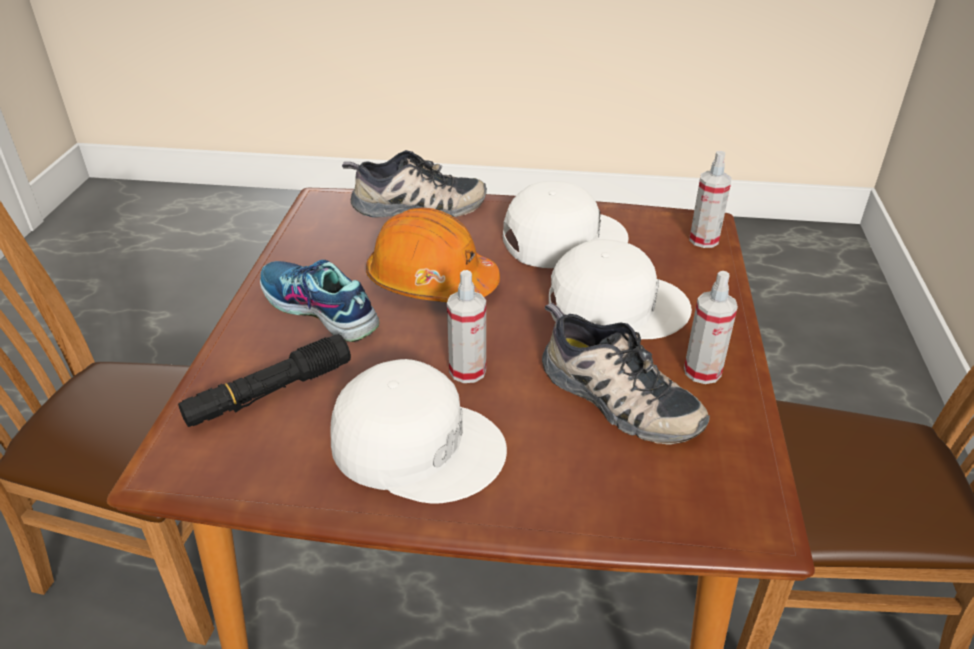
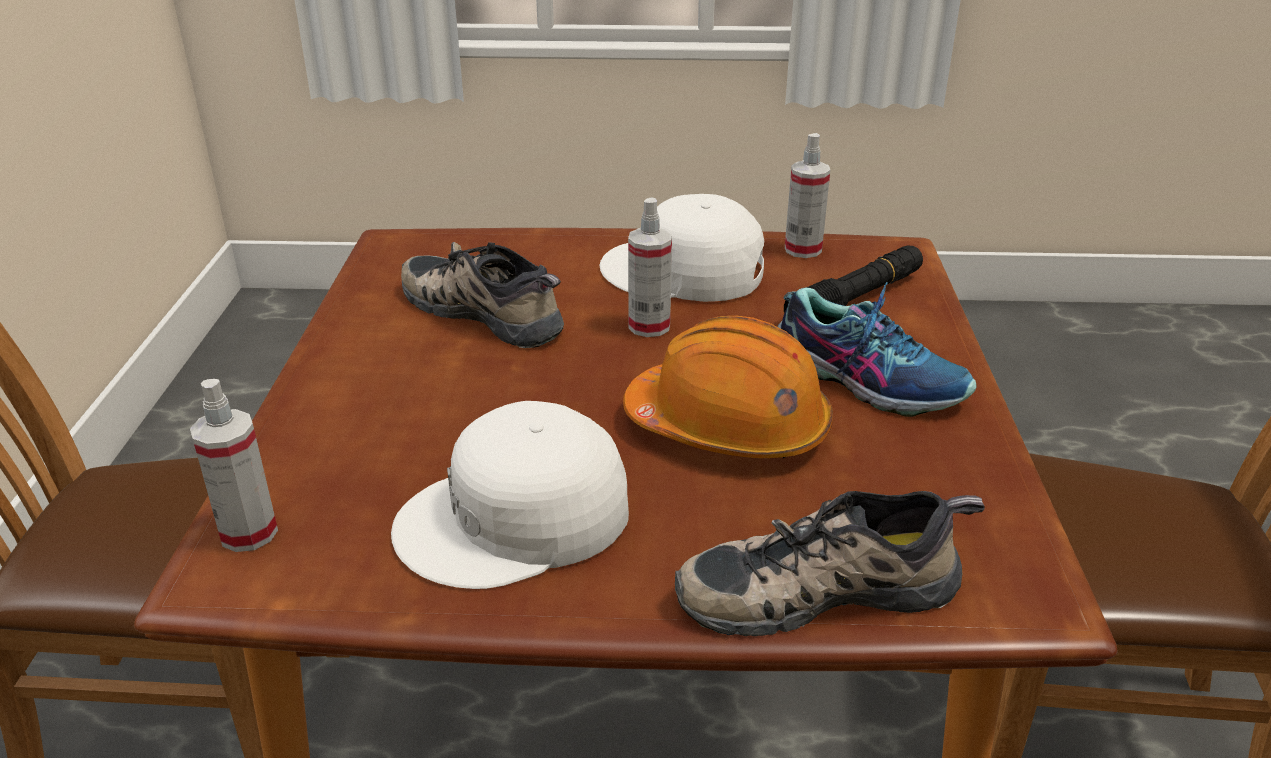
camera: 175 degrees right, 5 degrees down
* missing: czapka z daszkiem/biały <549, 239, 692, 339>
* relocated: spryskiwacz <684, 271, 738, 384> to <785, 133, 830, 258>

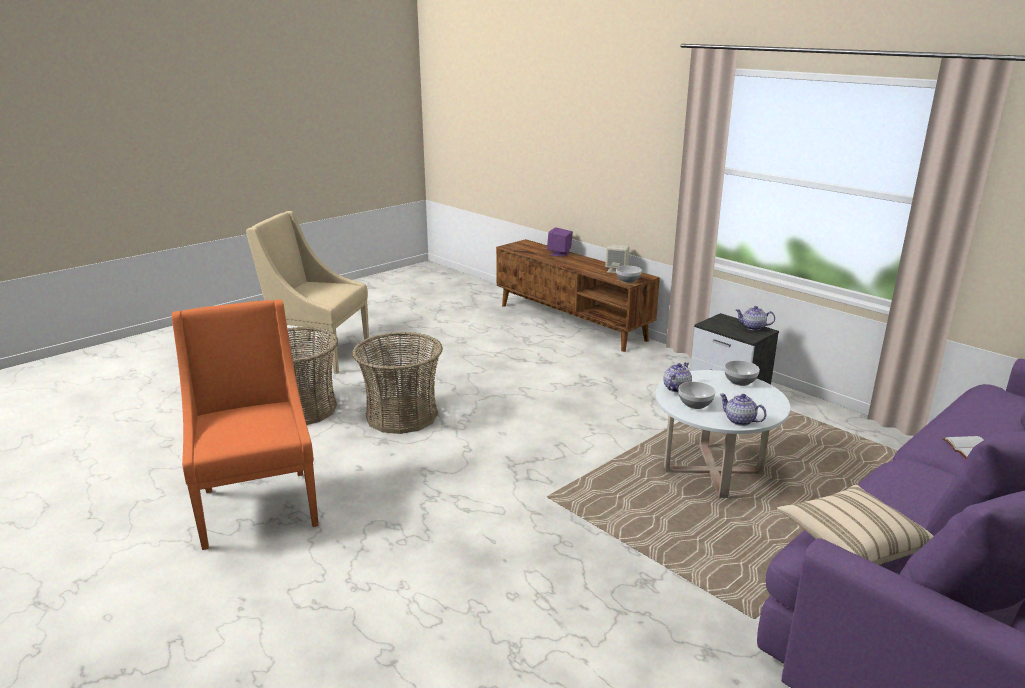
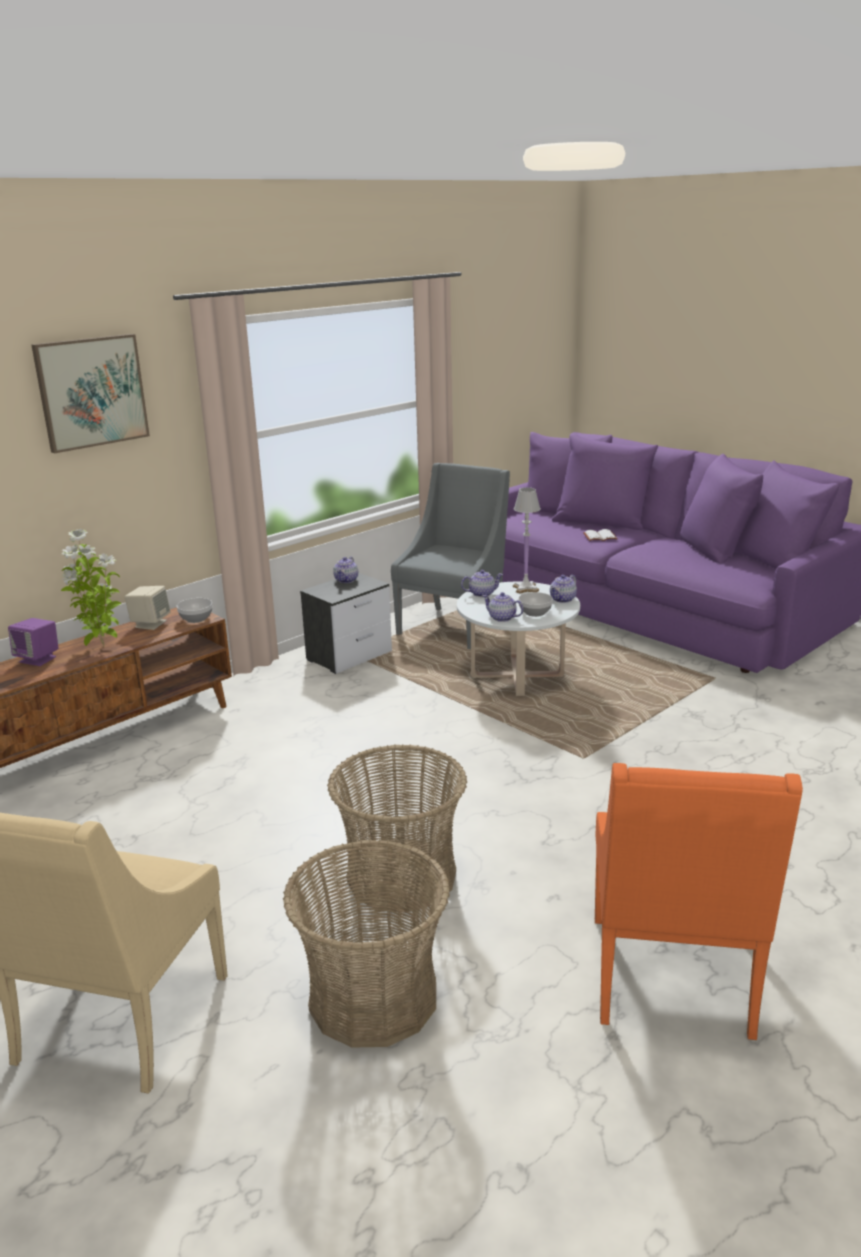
camera: 90 degrees left, 0 degrees up
* spun: fotel/pomarańczowy <172, 299, 319, 550> = <595, 763, 803, 1040> 60 degrees counterclockwise
* exchanged: miska <724, 360, 760, 386> to imbryk <461, 570, 503, 597>
* missing: poduszka/beżowy <777, 485, 933, 565>
* appeared: obraz <31, 334, 150, 453>
* appeared: fotel/szary <391, 463, 510, 649>
* appeared: lampa stołowa/biały <513, 487, 541, 594>
* appeared: roślina doniczkowa <61, 529, 121, 646>

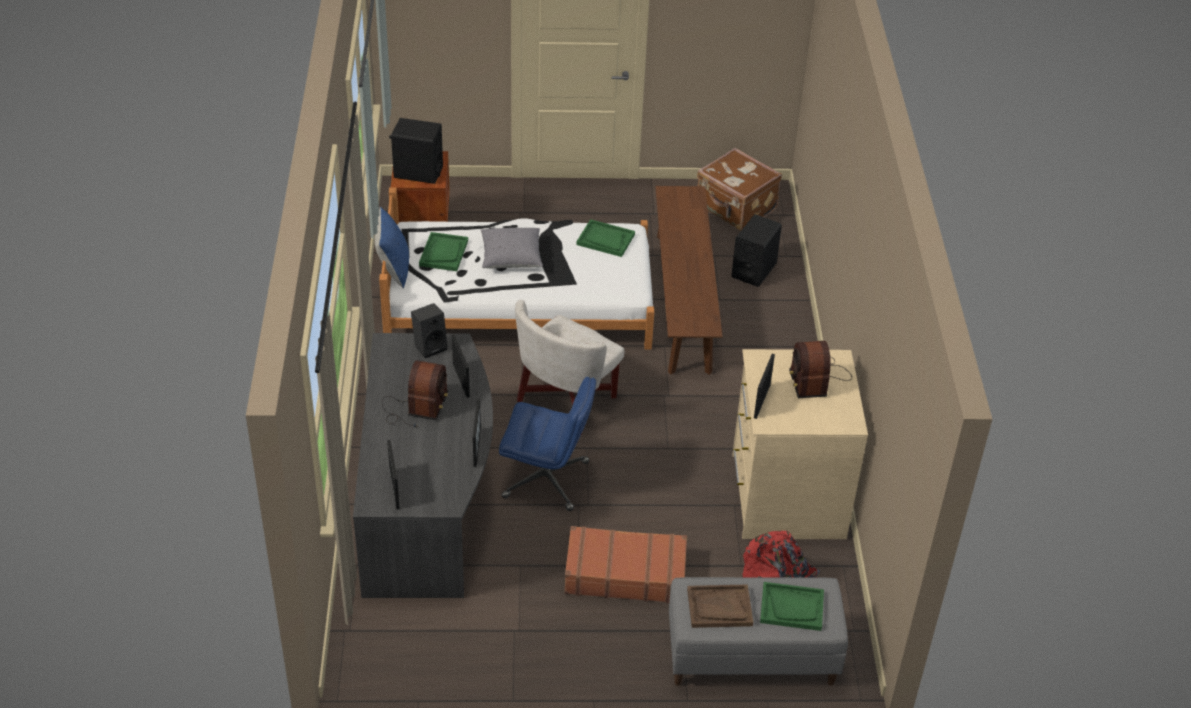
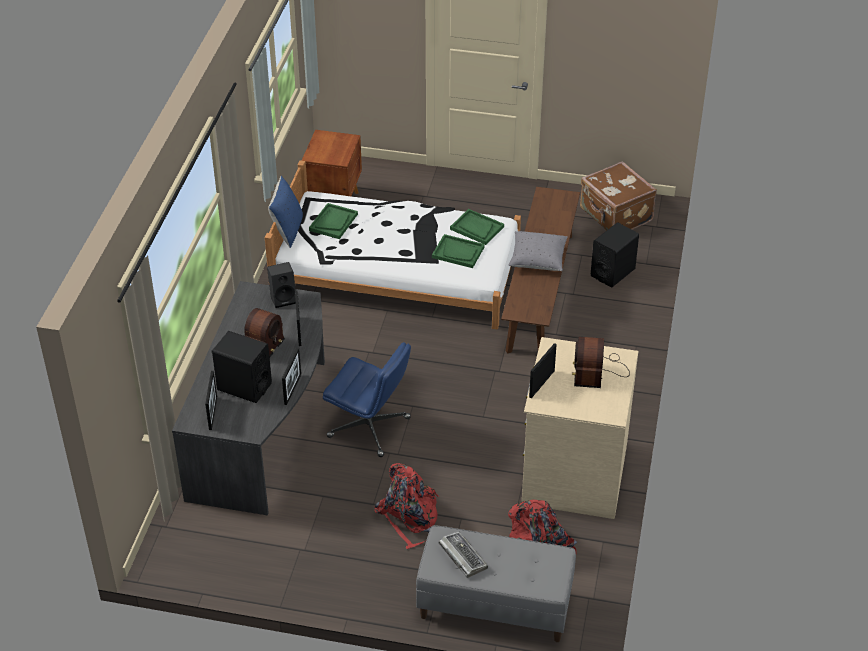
camera: 15 degrees right, 0 degrees up
* relocated: głośnik/czarny <389, 118, 443, 184> to <212, 331, 272, 403>
* relocated: poduszka/szary <481, 228, 543, 269> to <509, 231, 568, 271>
* missing: fotel/biały <515, 300, 625, 435>
* exchanged: walizka/brązowy <564, 526, 687, 603> to plecak/czerwony <374, 463, 439, 549>
* relocated: taca/zielony <760, 582, 824, 631> to <432, 234, 485, 268>
* exchanged: taca/brązowy <687, 585, 753, 628> to klawiatura <439, 532, 488, 578>

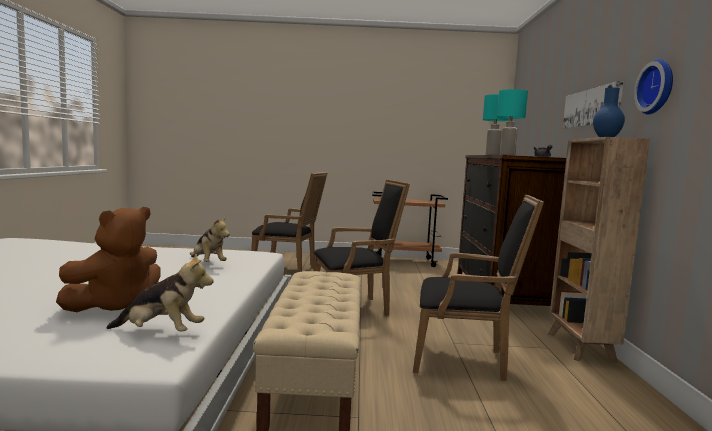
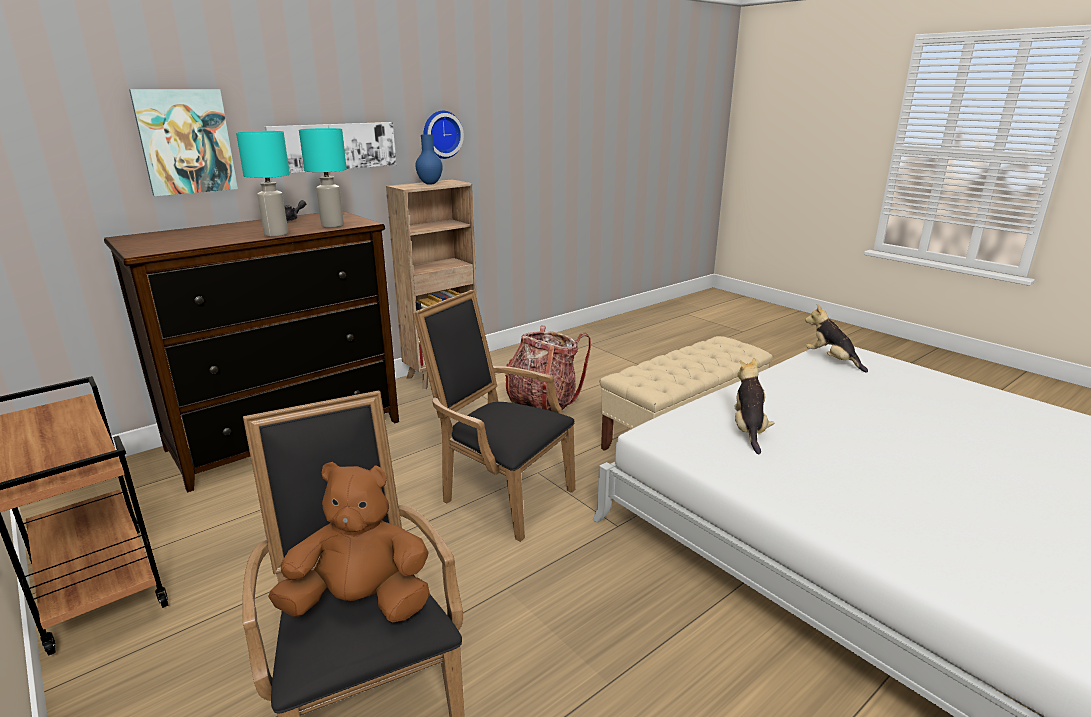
camera: 130 degrees left, 15 degrees up
* exchanged: fotel/czarny <413, 194, 544, 381> to plecak <505, 326, 591, 411>
* relocated: pluszak/brązowy <56, 207, 160, 312> to <268, 462, 430, 623>
* appeared: obraz <129, 89, 238, 196>

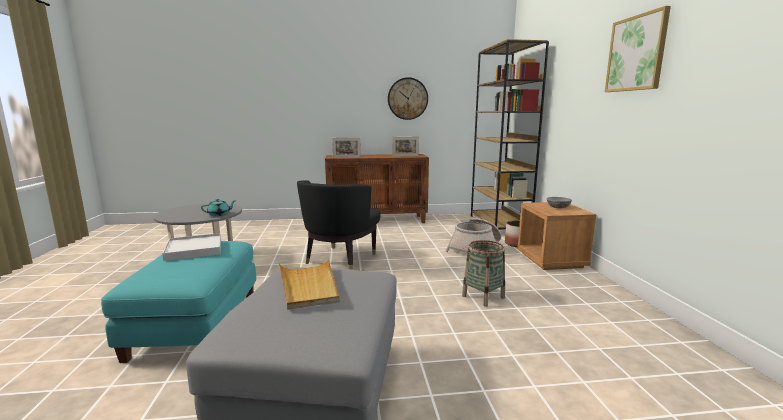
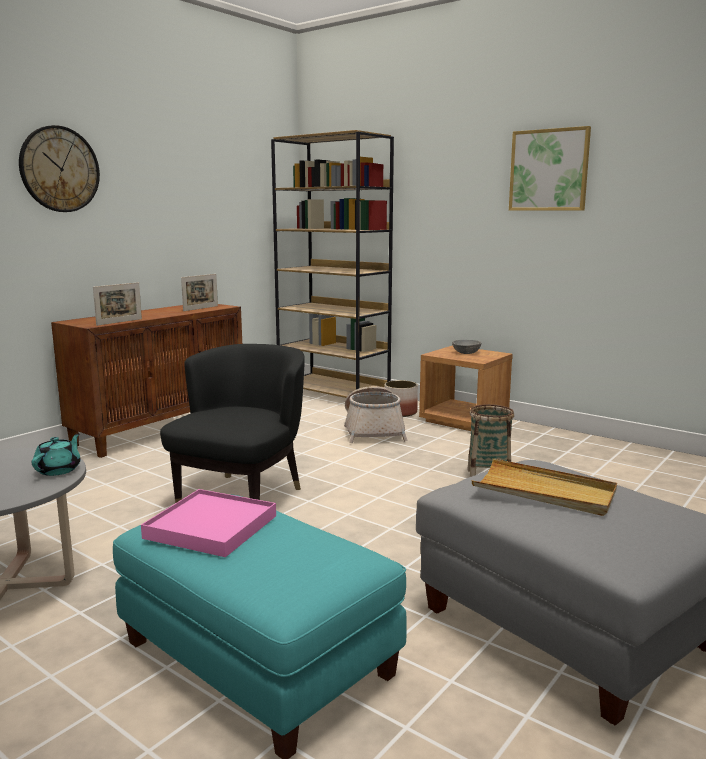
camera: 45 degrees left, 0 degrees up
* relocated: zegar ścienny <388, 77, 428, 120> to <19, 125, 100, 212>
* spun: fotel/czarny <297, 180, 381, 270> = <160, 344, 305, 503> 135 degrees counterclockwise
* colour: taca/biały <162, 233, 221, 261> to taca/różowy <141, 489, 276, 557>

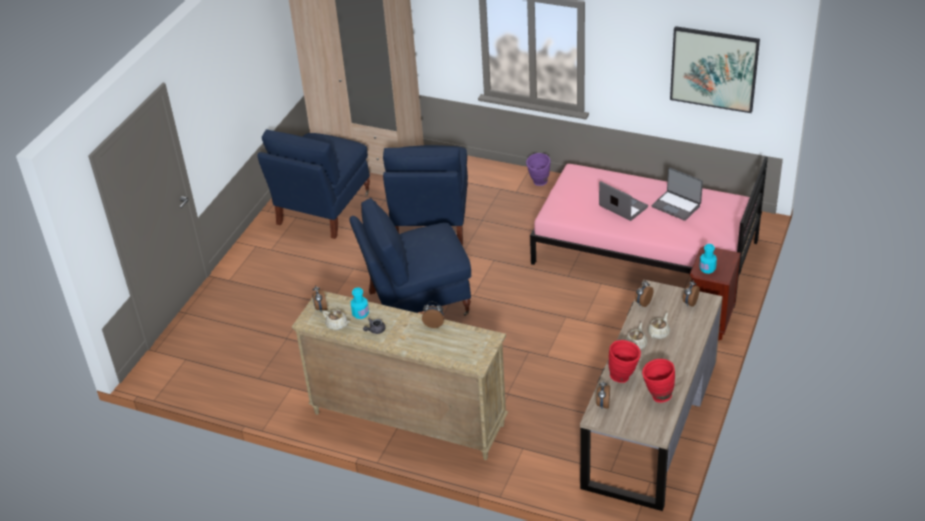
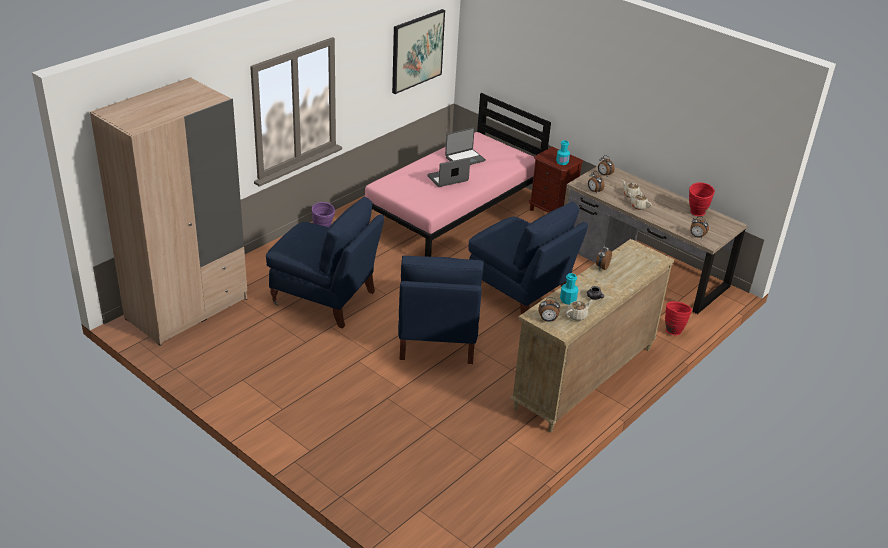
camera: 75 degrees left, 5 degrees down
* relocated: fotel/niebieski <257, 129, 370, 239> to <468, 202, 588, 314>
* relocated: wazon/czerwony <608, 340, 641, 383> to <665, 301, 692, 335>

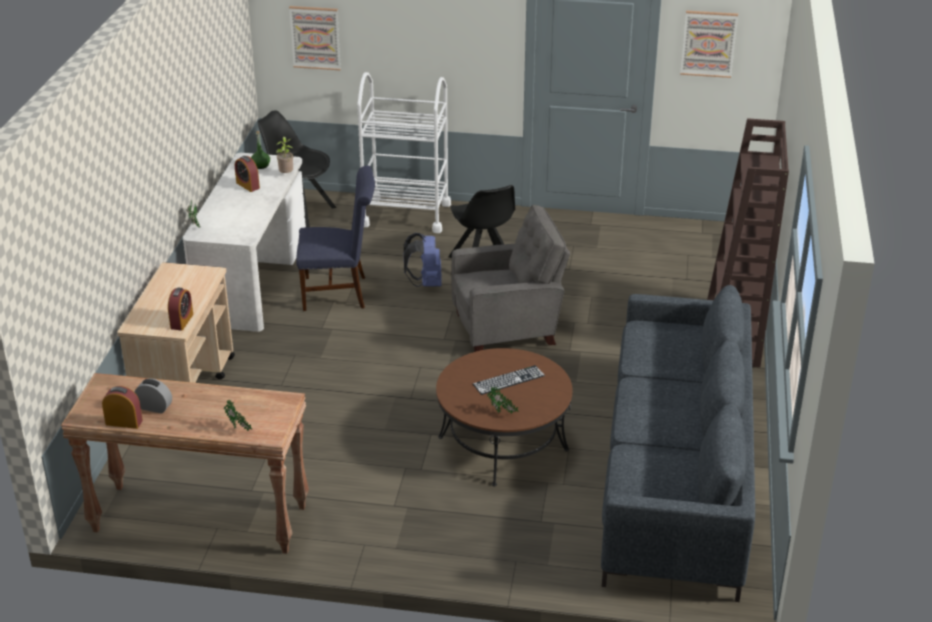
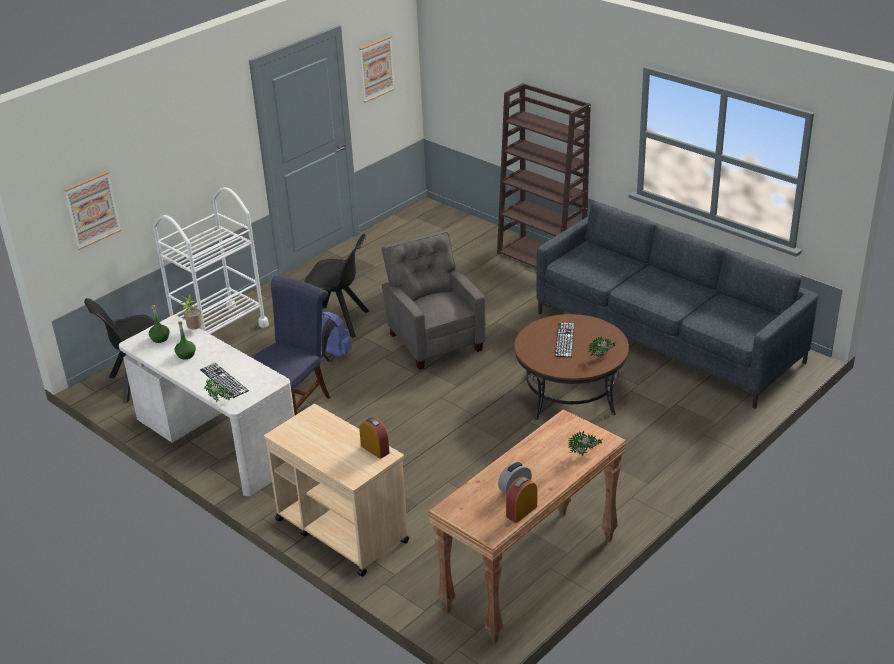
camera: 55 degrees left, 0 degrees up
* exchanged: budzik <235, 156, 260, 192> to butelka/zielony <174, 321, 196, 359>
* spun: fotel/szary <451, 205, 570, 352> = <382, 230, 486, 370> 45 degrees counterclockwise
* appeared: klawiatura <200, 363, 249, 398>

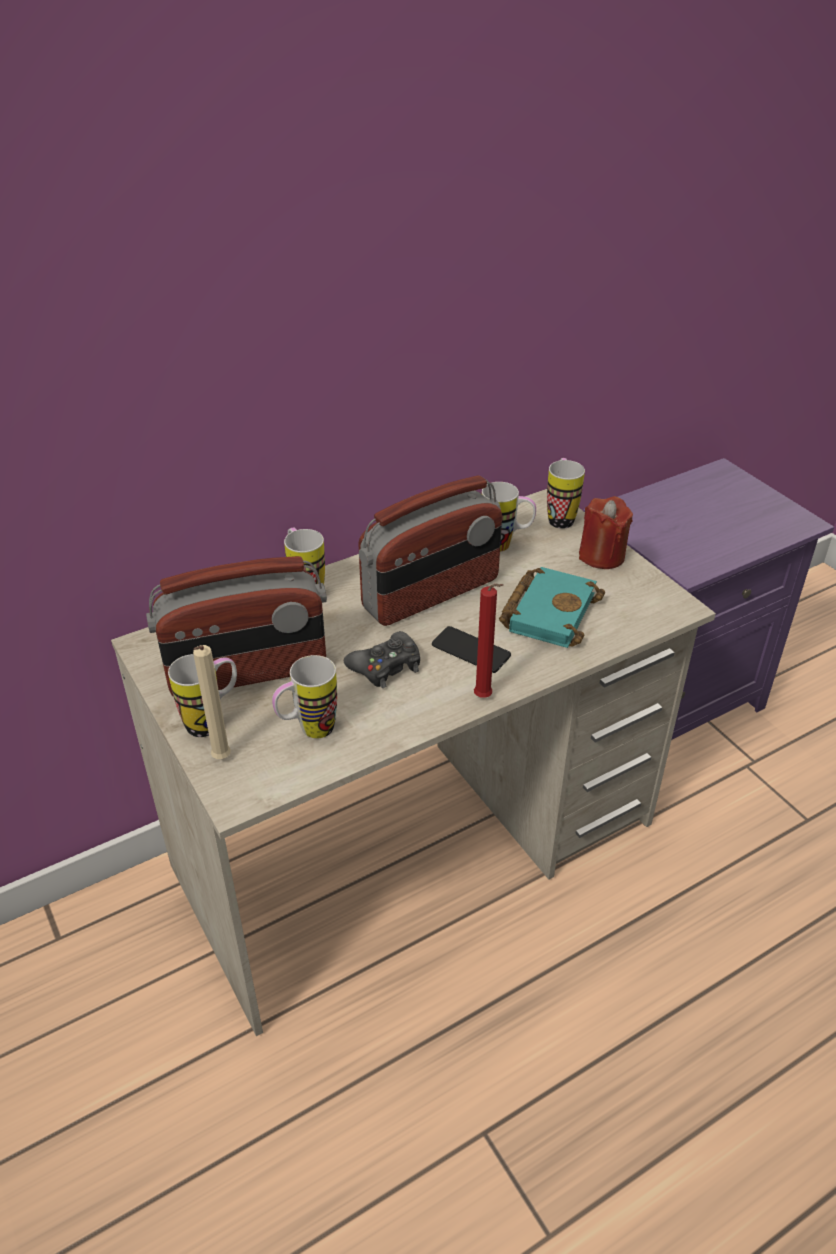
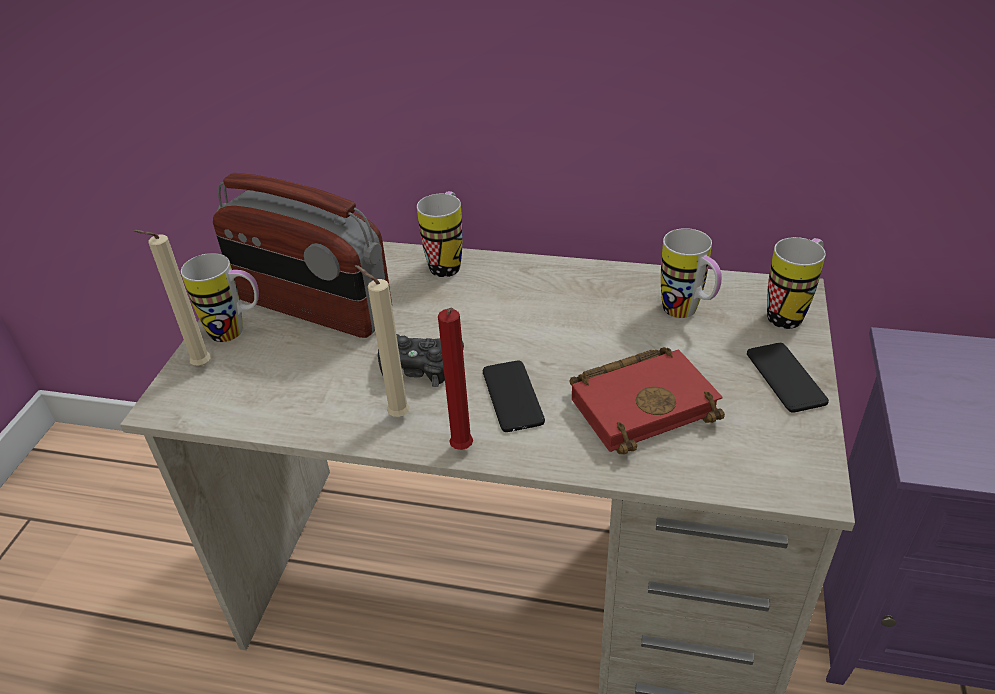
camera: 45 degrees right, 0 degrees up
* missing: radio <358, 475, 502, 626>
* exchanged: świeca/czerwony <579, 496, 633, 569> to telefon <747, 343, 829, 413>
* colour: książka/turkusowy <499, 567, 605, 648> to książka/czerwony <570, 347, 725, 454>
* missing: kubek <272, 655, 337, 739>
* appeared: świeca/beżowy <355, 265, 410, 417>

